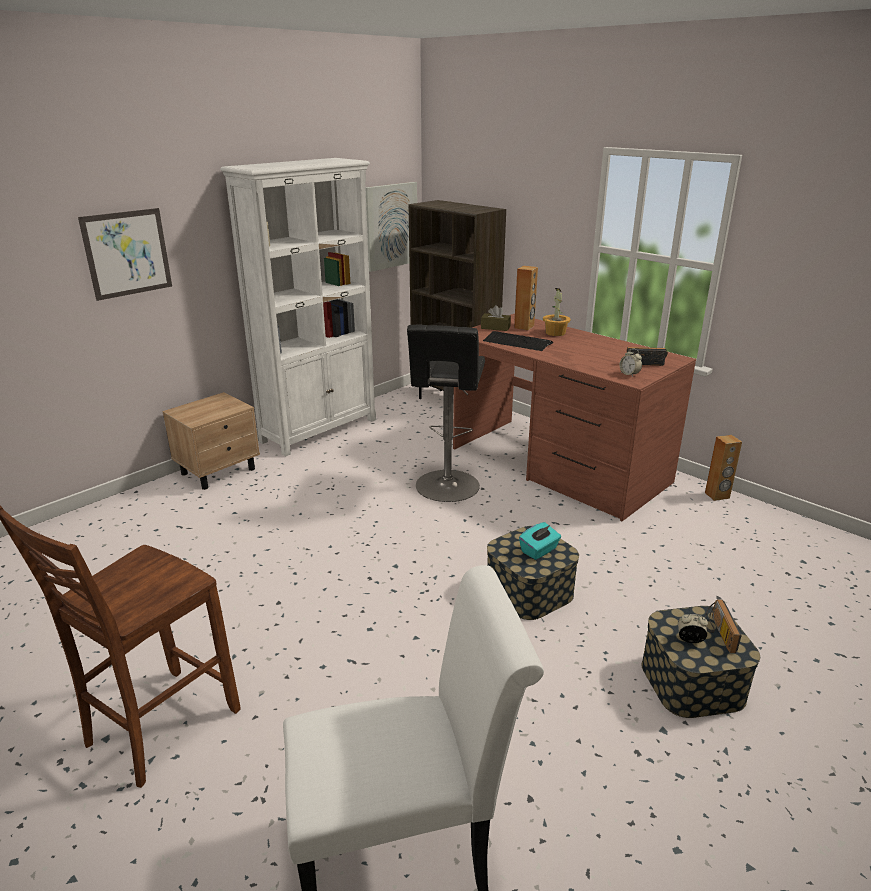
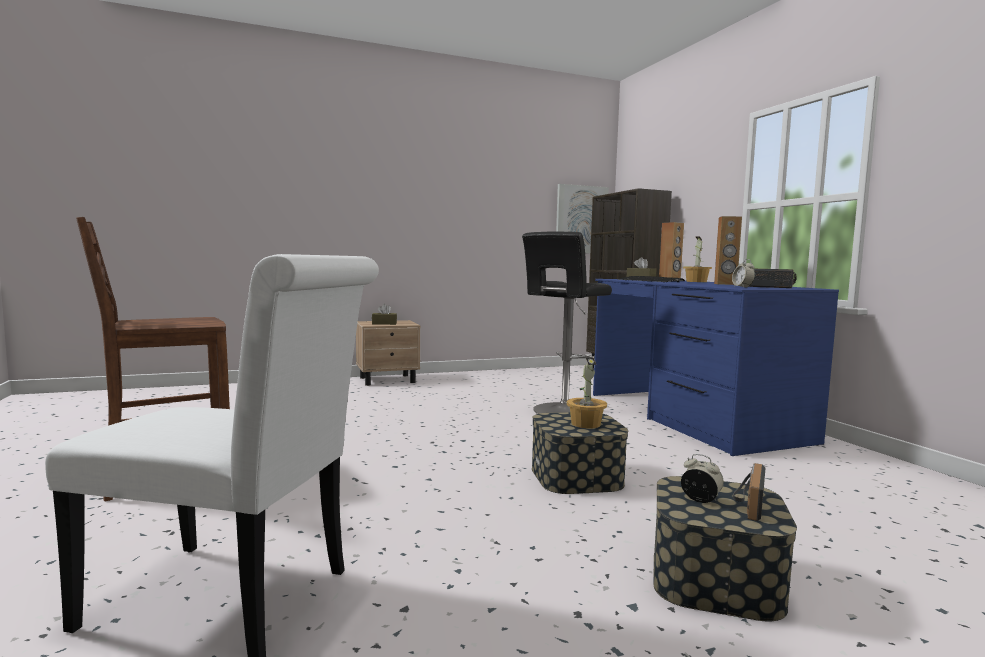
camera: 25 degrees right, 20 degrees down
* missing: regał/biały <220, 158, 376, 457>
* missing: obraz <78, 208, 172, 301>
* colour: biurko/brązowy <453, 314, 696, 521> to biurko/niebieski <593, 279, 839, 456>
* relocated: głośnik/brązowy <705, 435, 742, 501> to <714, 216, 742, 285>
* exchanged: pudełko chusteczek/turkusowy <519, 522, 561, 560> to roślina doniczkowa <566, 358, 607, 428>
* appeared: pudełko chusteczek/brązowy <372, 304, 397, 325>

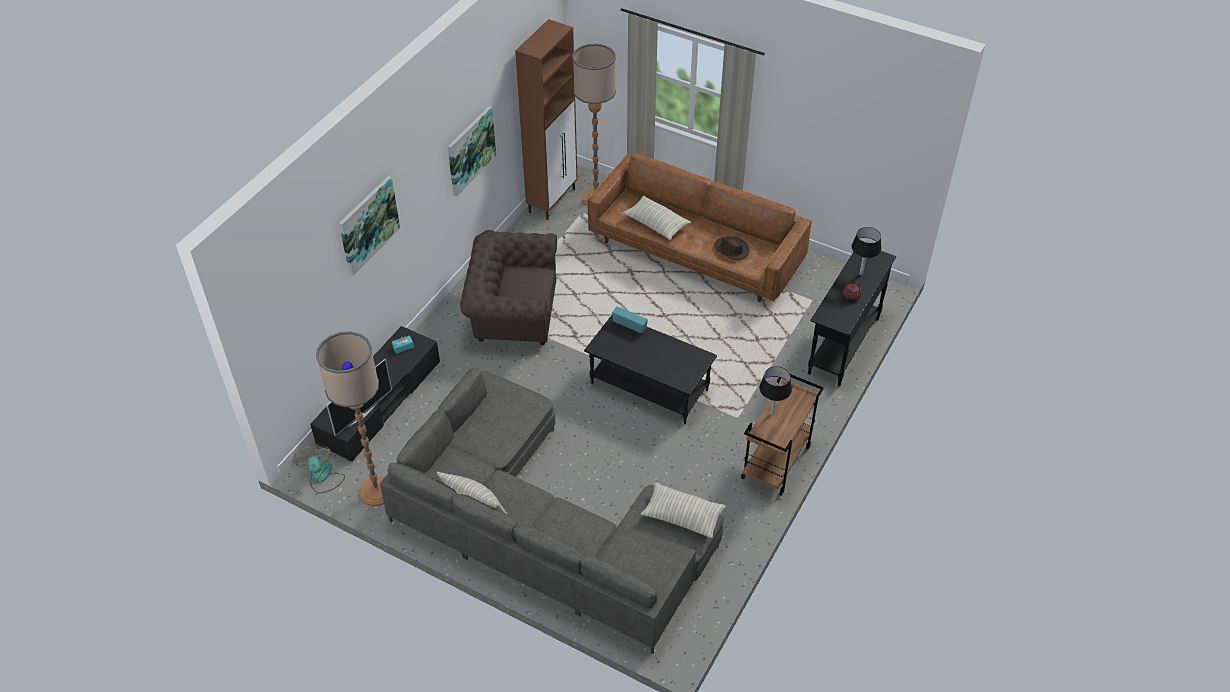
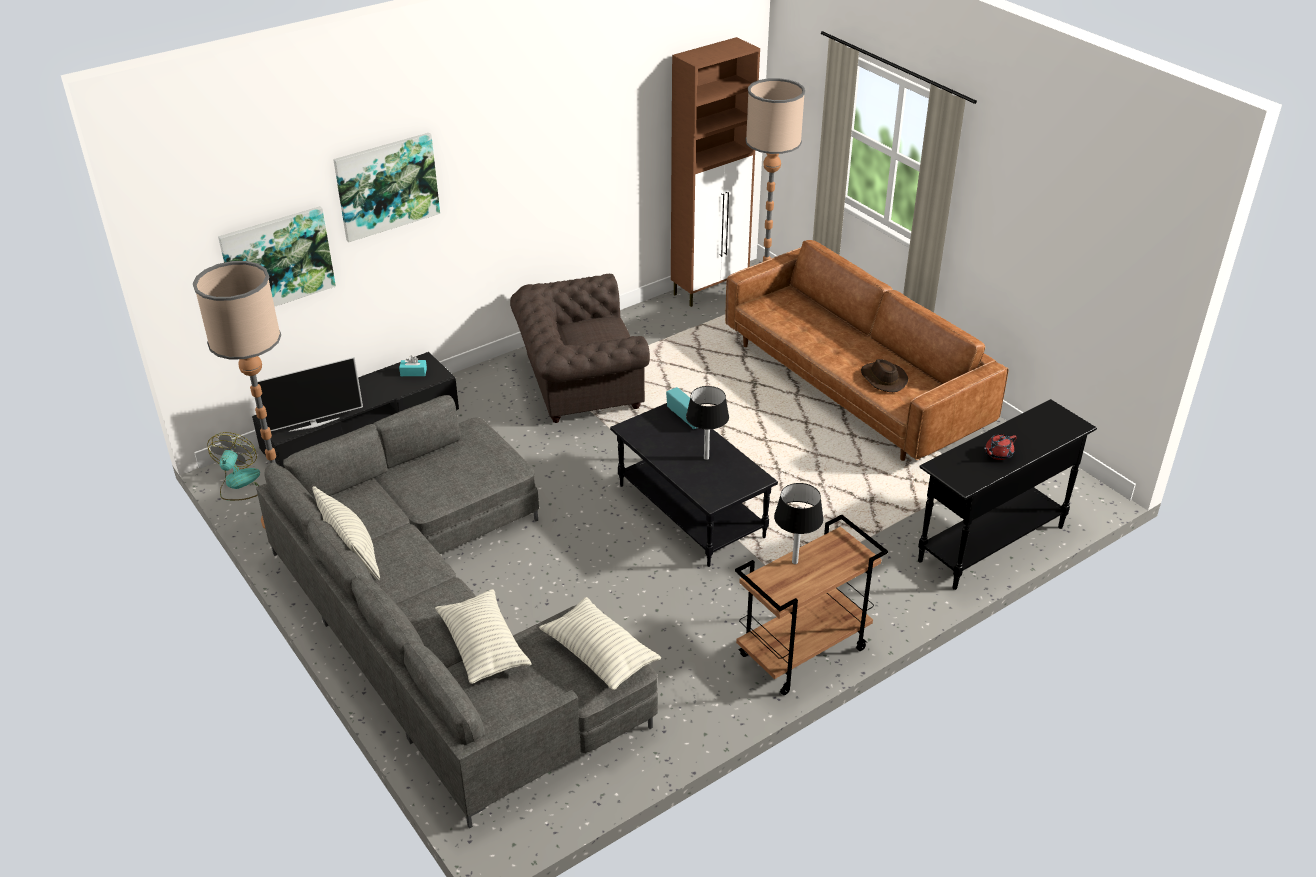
camera: 25 degrees right, 10 degrees down
* relocated: obraz <447, 106, 496, 197> to <218, 206, 336, 307>
* relocated: poduszka <623, 196, 691, 240> to <435, 589, 532, 684>
* relocated: lampa stołowa/czarny <852, 227, 881, 275> to <686, 386, 729, 460>
* spun: fotel/brązowy <460, 230, 557, 345> = <510, 274, 650, 423> 45 degrees counterclockwise

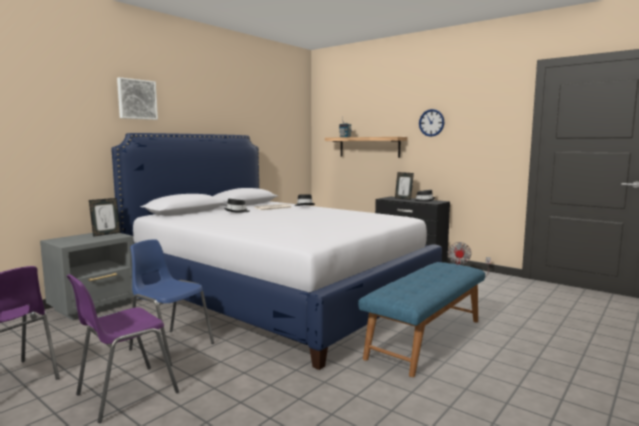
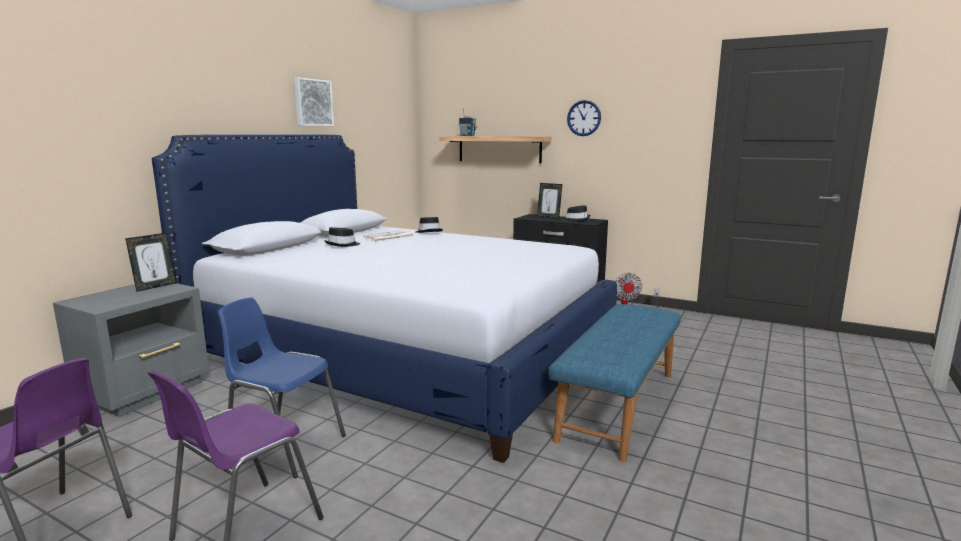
camera: 10 degrees left, 5 degrees up
* relocated: obraz <117, 77, 158, 120> to <294, 77, 334, 126>

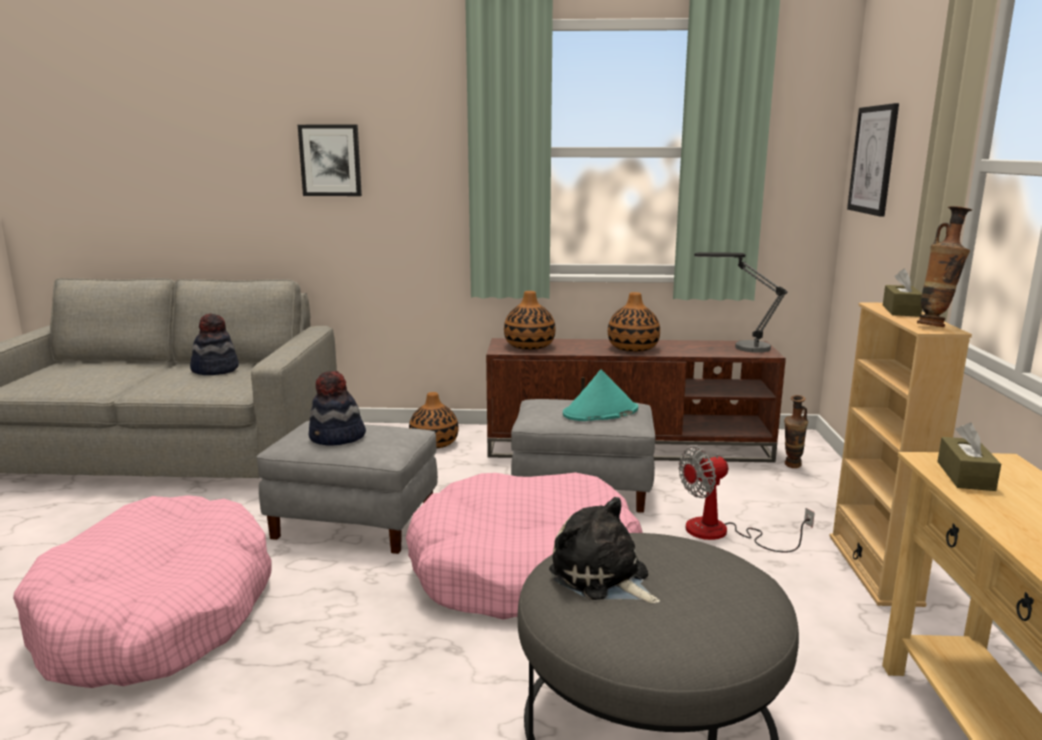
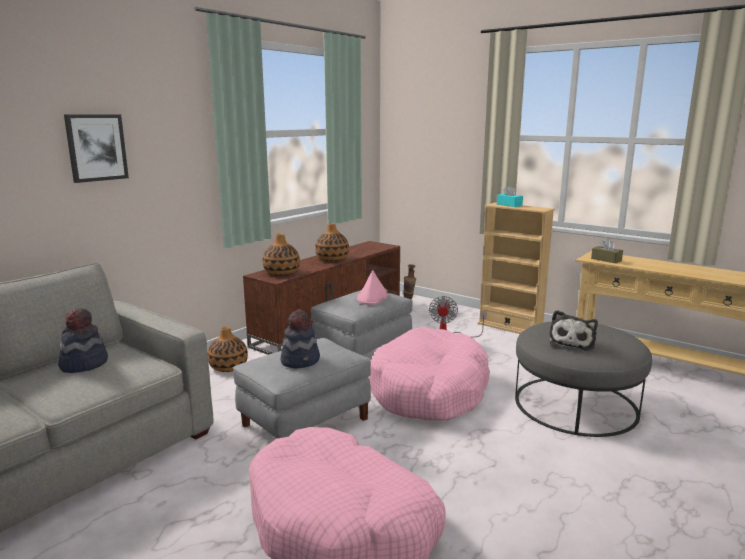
camera: 55 degrees left, 0 degrees up
* missing: obraz <847, 103, 899, 217>
* missing: wazon <917, 206, 972, 327>
* missing: lampa stołowa <694, 252, 787, 353>
* colour: pudełko chusteczek/brązowy <883, 269, 922, 317> to pudełko chusteczek/turkusowy <497, 186, 523, 207>
* colour: kapelusz/turkusowy <563, 370, 638, 421> to kapelusz/różowy <357, 270, 388, 305>
* spun: pluszak <549, 497, 660, 603> = <549, 310, 598, 350> 60 degrees counterclockwise

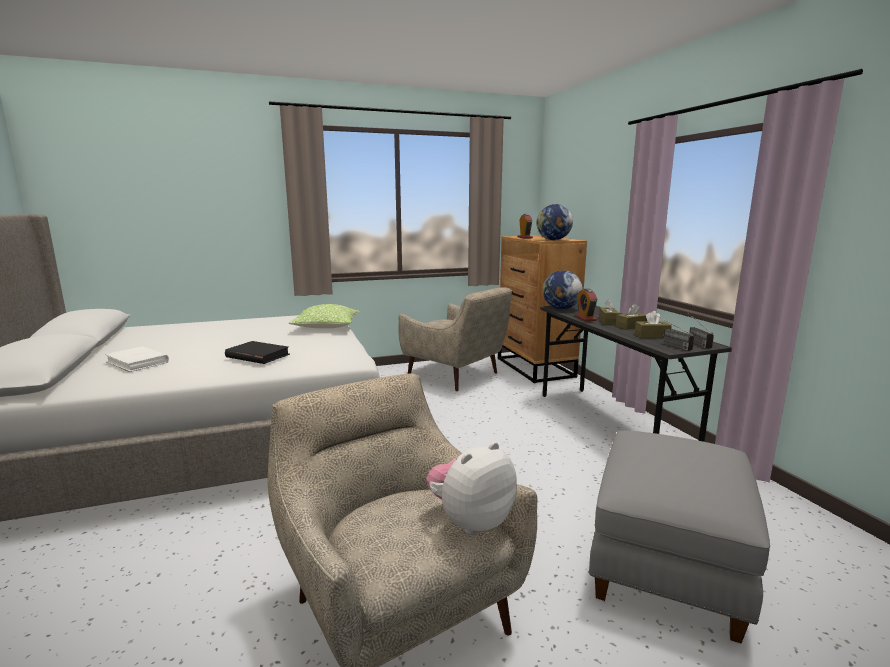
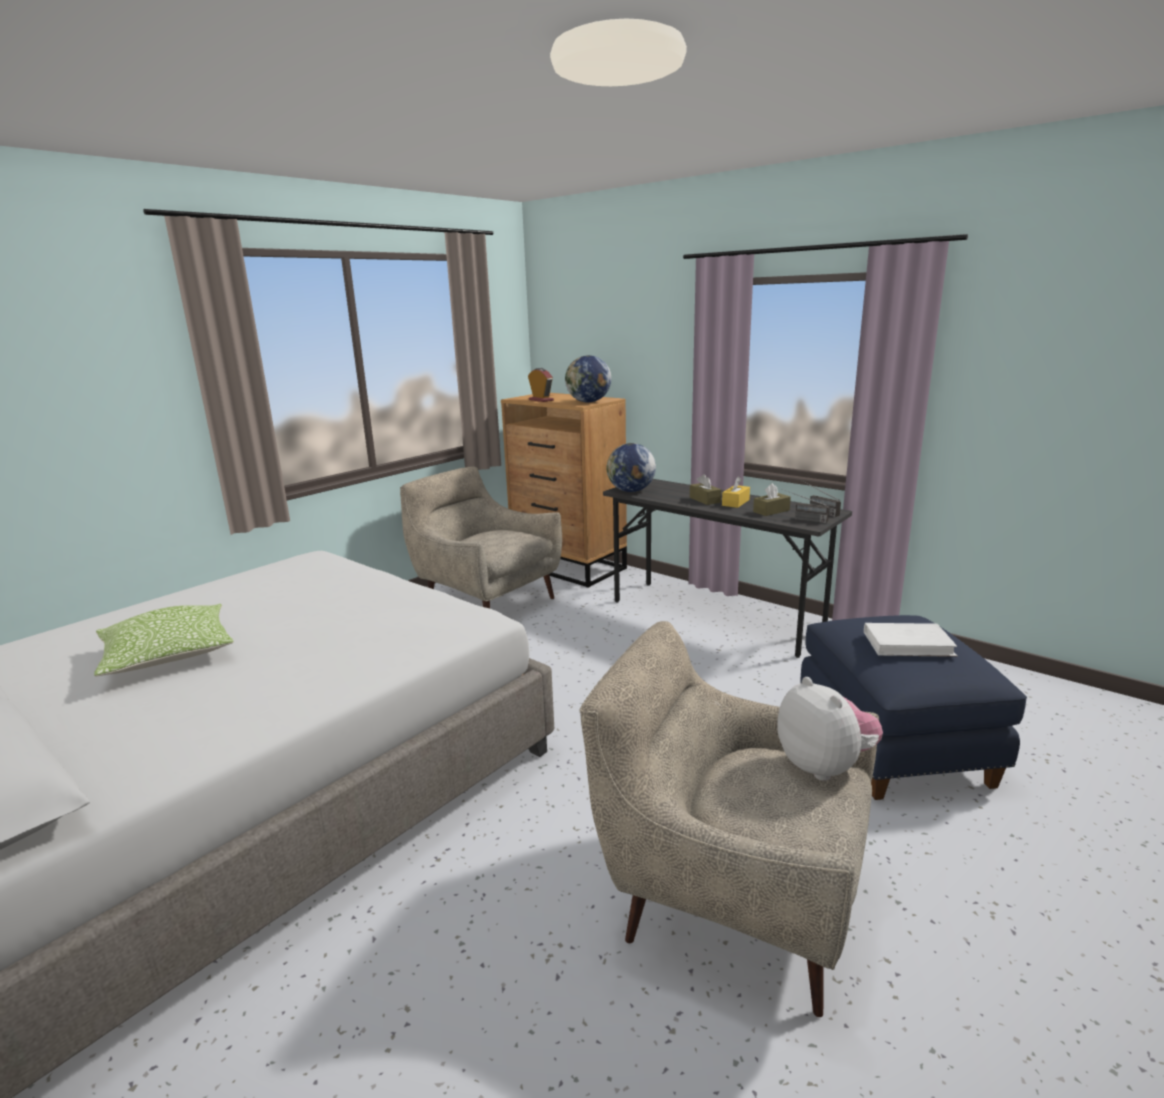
camera: 30 degrees left, 5 degrees up
* spun: fotel/beżowy <398, 287, 512, 391> = <400, 467, 562, 609> 150 degrees counterclockwise
* missing: budzik <575, 288, 597, 321>
* relocated: poduszka <289, 304, 360, 328> to <94, 604, 233, 676>
* colour: pudełko chusteczek/brązowy <616, 304, 647, 330> to pudełko chusteczek/żółty <722, 476, 750, 508>
* missing: książka/czarny <225, 341, 290, 364>
* relocated: książka/biały <105, 346, 169, 372> to <864, 623, 957, 657>
* colour: pufa/szary <589, 430, 770, 644> to pufa/niebieski <800, 615, 1027, 800>
* spun: pluszak <426, 442, 517, 535> = <777, 677, 883, 781> 135 degrees clockwise

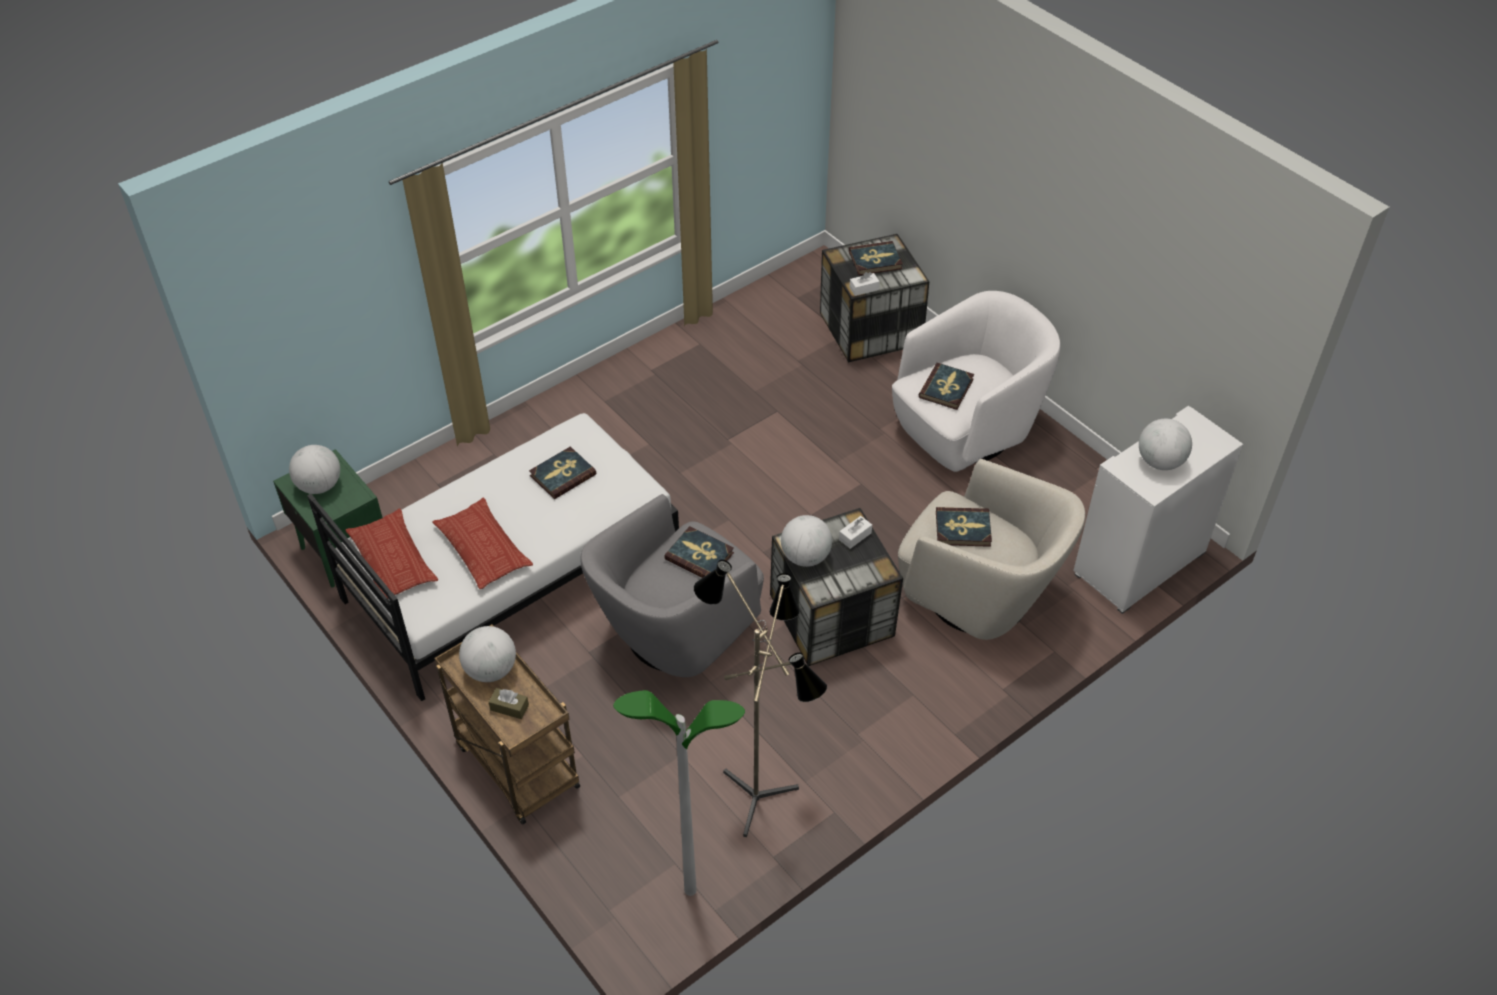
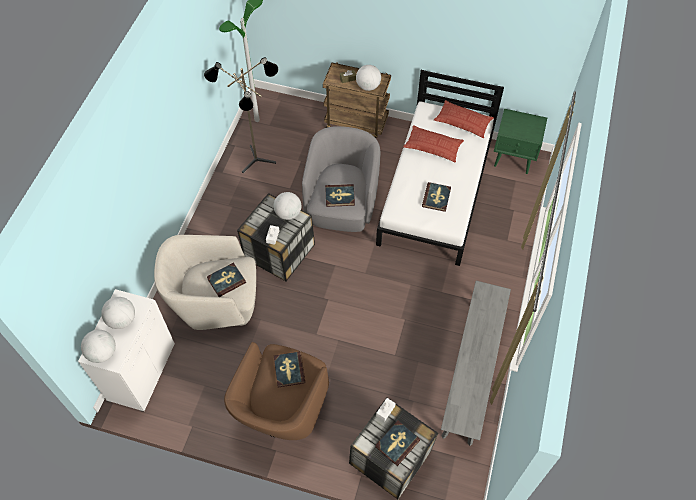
camera: 145 degrees right, 10 degrees up
* colour: fotel/biały <892, 291, 1060, 472> to fotel/brązowy <224, 342, 329, 440>
* relocated: globus <289, 445, 340, 494> to <81, 330, 116, 363>
* appeared: ławka/szary <441, 281, 511, 446>

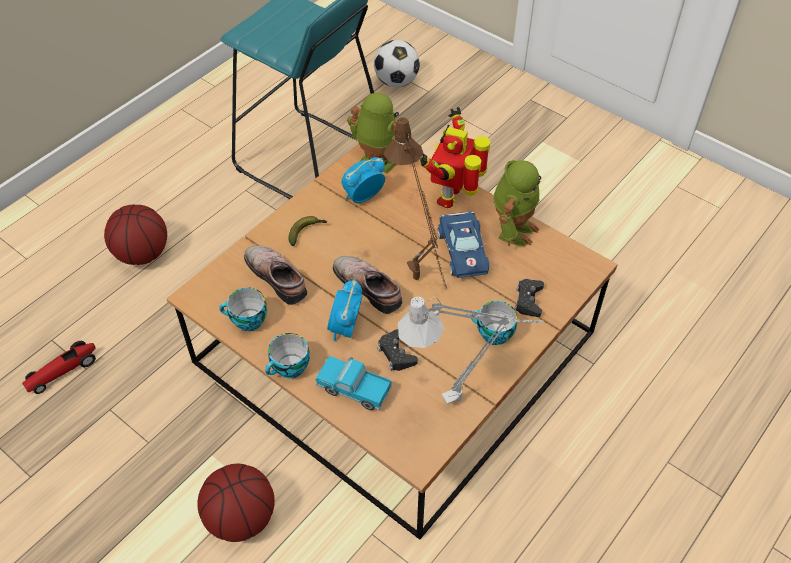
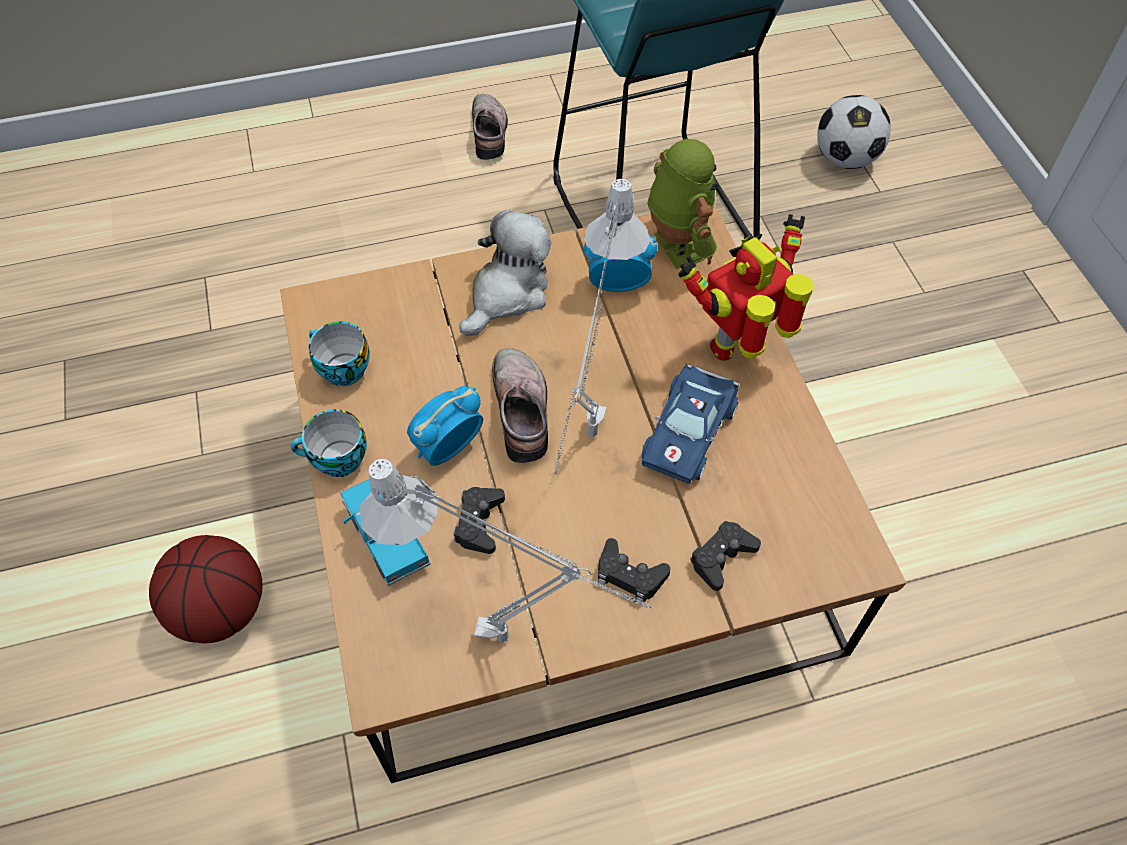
camera: 35 degrees right, 5 degrees up
* colour: lampa stołowa/brązowy <383, 117, 447, 290> to lampa stołowa/szary <553, 179, 651, 475>
* missing: robot zabawkowy <493, 160, 541, 246>
* missing: piłka do koszykówki <104, 205, 167, 265>
* exchanged: banan <289, 216, 327, 246> to pluszak <459, 210, 551, 336>
* relocated: but <244, 245, 307, 305> to <472, 94, 508, 160>
* exchanged: filiżanka <470, 301, 517, 345> to pad do gier/czarny <598, 538, 670, 602>
* missing: samochodzik <22, 341, 96, 394>

